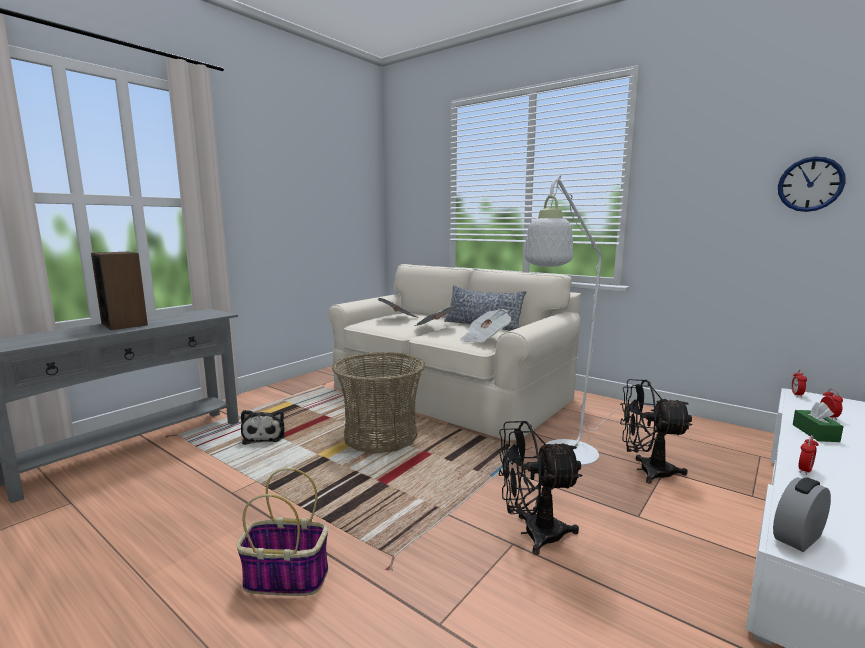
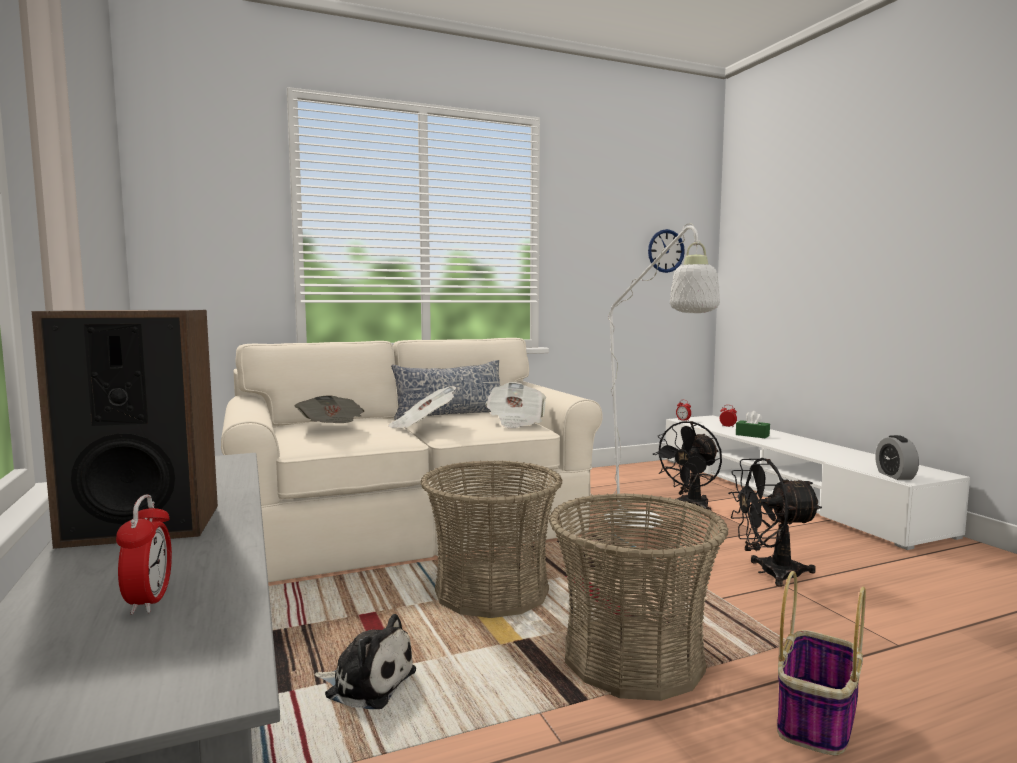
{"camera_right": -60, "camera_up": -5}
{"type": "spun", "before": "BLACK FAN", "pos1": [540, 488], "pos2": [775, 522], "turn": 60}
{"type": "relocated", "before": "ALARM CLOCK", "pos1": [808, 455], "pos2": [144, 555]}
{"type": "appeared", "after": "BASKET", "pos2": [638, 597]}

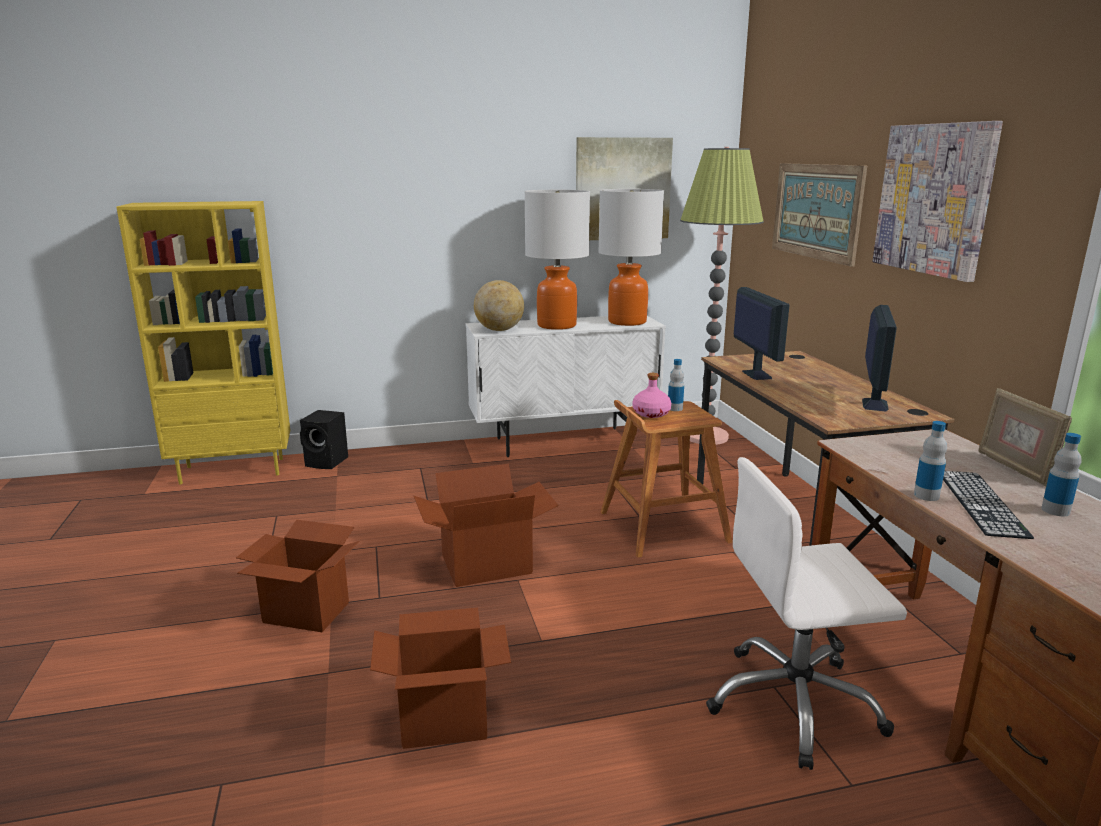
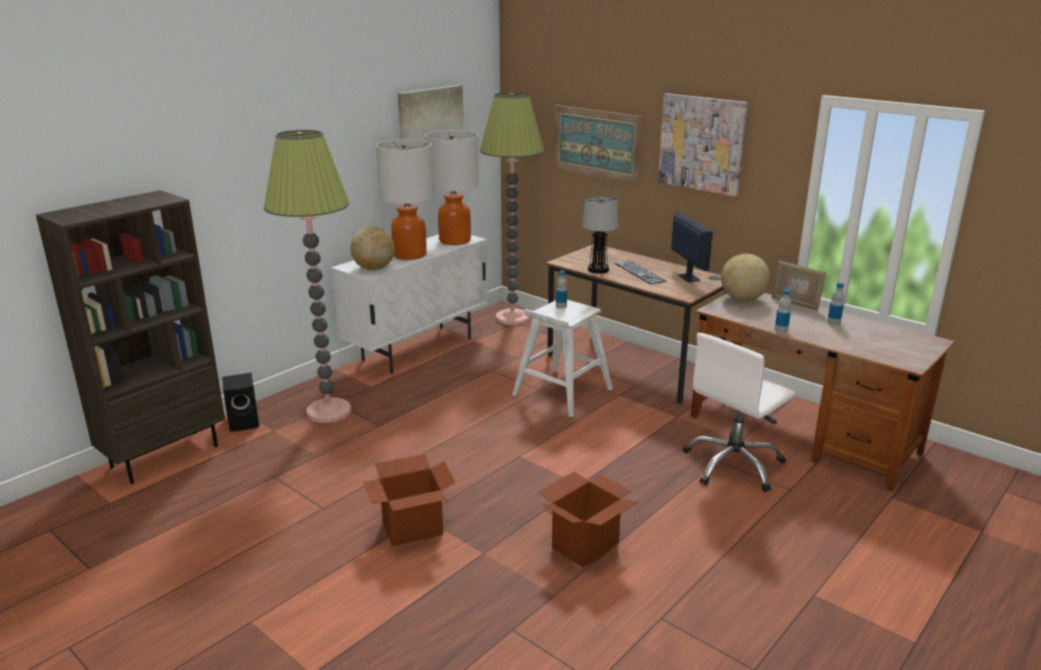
{"camera_right": -35, "camera_up": 5}
{"type": "colour", "before": "YELLOW BOOKCASE", "after": "BROWN BOOKCASE", "pos1": [203, 342], "pos2": [130, 337]}
{"type": "exchanged", "before": "MONITOR", "after": "TABLE LAMP", "pos1": [761, 333], "pos2": [600, 234]}
{"type": "missing", "before": "PINK BOTTLE", "pos1": [652, 395]}
{"type": "colour", "before": "BROWN STOOL", "after": "WHITE STOOL", "pos1": [666, 479], "pos2": [562, 358]}
{"type": "missing", "before": "CARDBOARD BOX", "pos1": [486, 525]}
{"type": "relocated", "before": "KEYBOARD", "pos1": [988, 505], "pos2": [641, 272]}
{"type": "appeared", "after": "FLOOR LAMP", "pos2": [307, 276]}
{"type": "appeared", "after": "GLOBE", "pos2": [745, 277]}

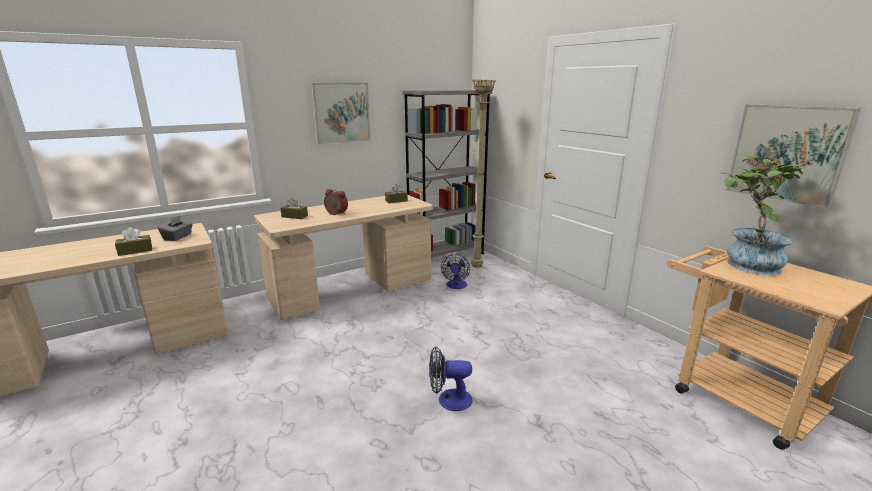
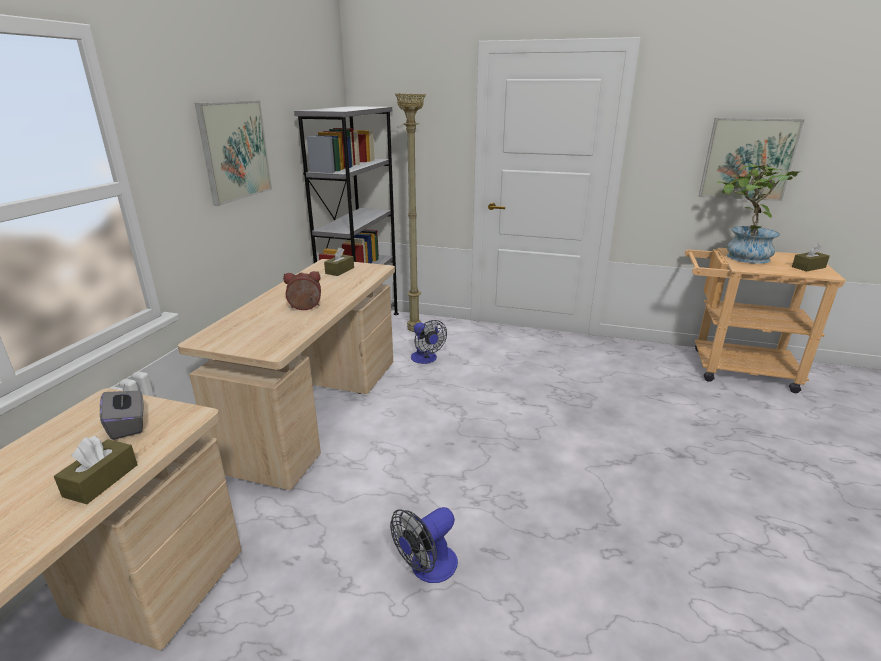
{"camera_right": -40, "camera_up": 5}
{"type": "relocated", "before": "BROWN TISSUE BOX", "pos1": [294, 208], "pos2": [811, 257]}
{"type": "relocated", "before": "FAN", "pos1": [451, 378], "pos2": [424, 545]}

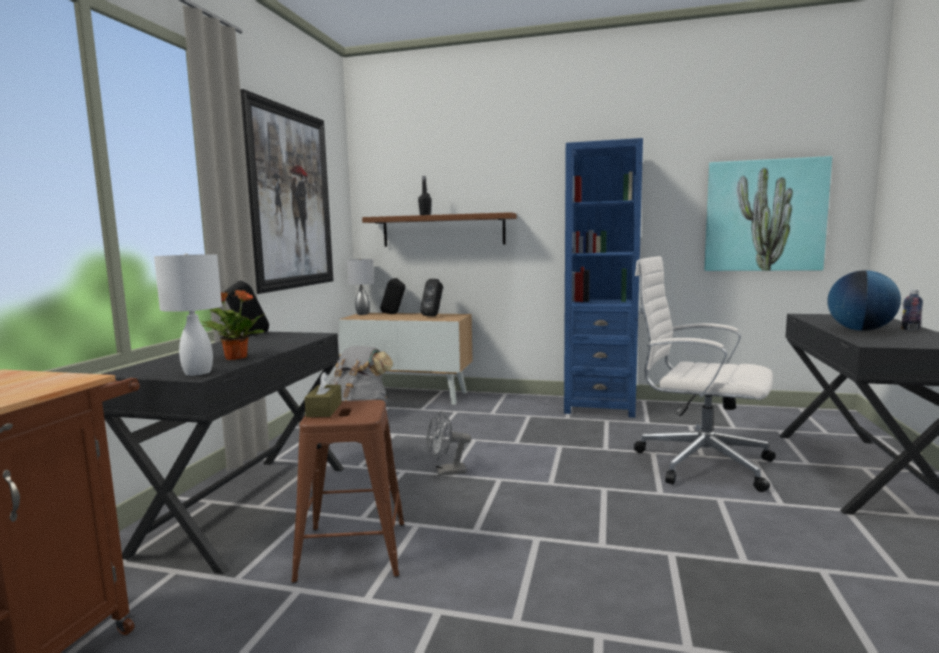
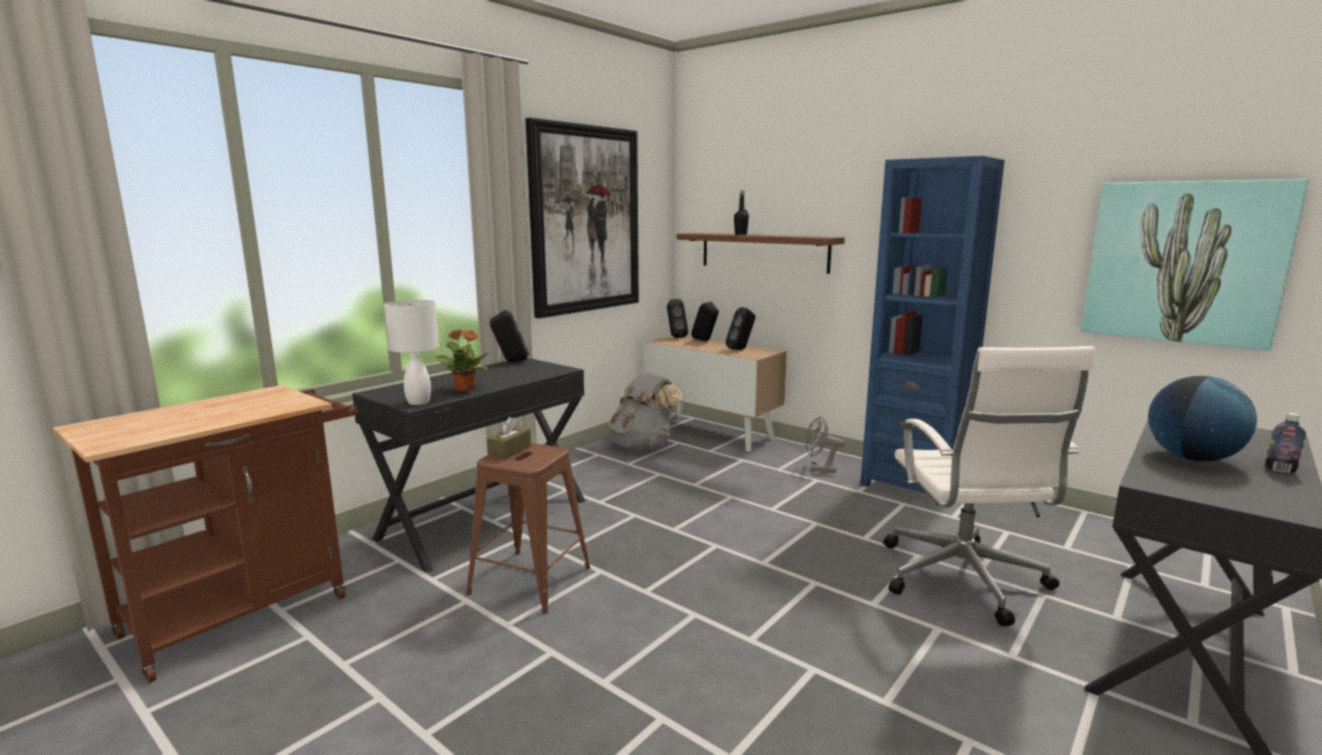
{"camera_right": 25, "camera_up": 5}
{"type": "spun", "before": "WHITE OFFICE CHAIR", "pos1": [704, 374], "pos2": [989, 486], "turn": -150}
{"type": "exchanged", "before": "GREY TABLE LAMP", "after": "BLACK SPEAKER", "pos1": [360, 287], "pos2": [677, 318]}
{"type": "relocated", "before": "GREY FAN", "pos1": [448, 443], "pos2": [825, 444]}

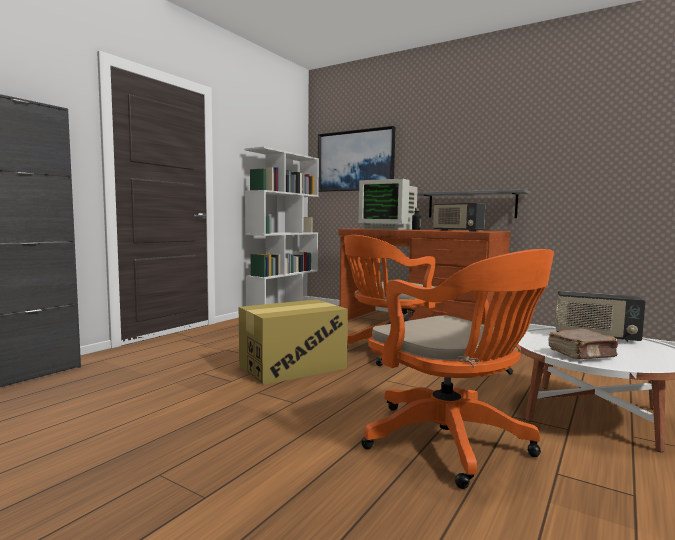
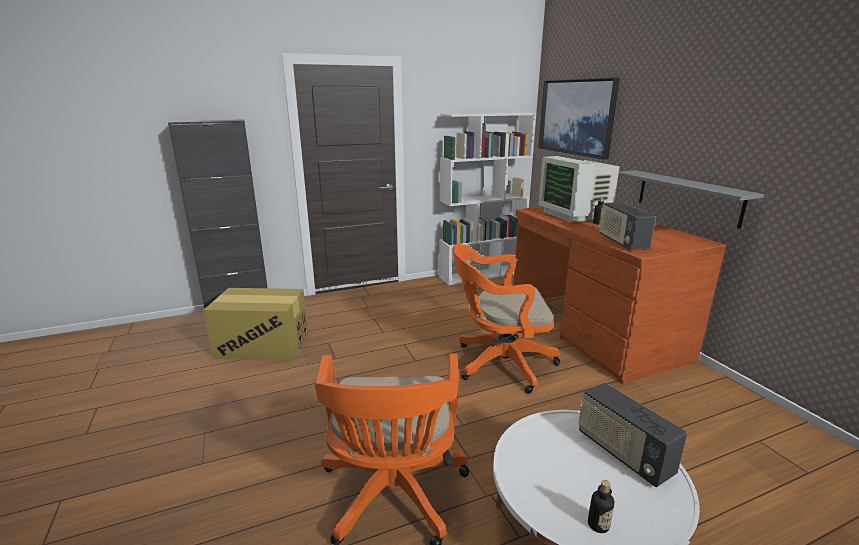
{"camera_right": 35, "camera_up": 15}
{"type": "relocated", "before": "CARDBOARD BOX", "pos1": [293, 342], "pos2": [255, 324]}
{"type": "missing", "before": "BROWN BOOK", "pos1": [583, 344]}
{"type": "appeared", "after": "BOTTLE", "pos2": [601, 506]}

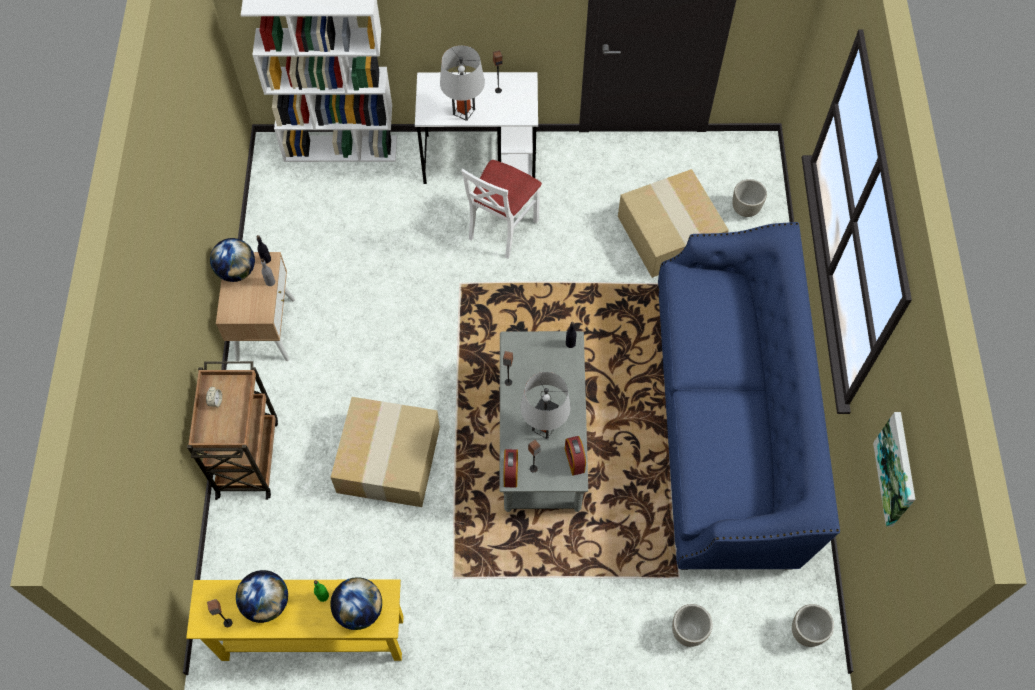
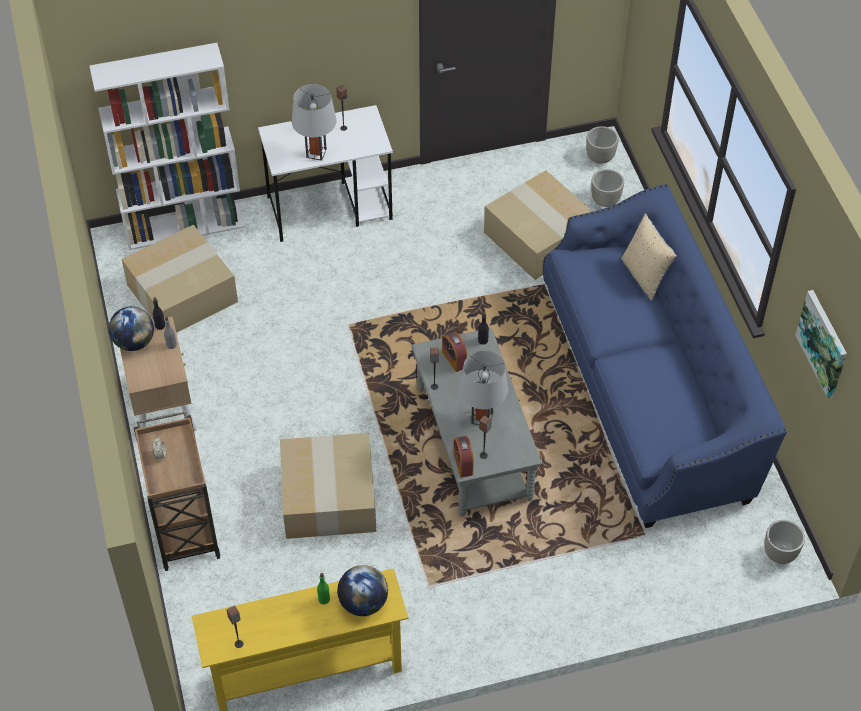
{"camera_right": -15, "camera_up": -10}
{"type": "missing", "before": "WHITE CHAIR", "pos1": [501, 209]}
{"type": "relocated", "before": "ALARM CLOCK", "pos1": [575, 456], "pos2": [454, 352]}
{"type": "missing", "before": "GLOBE", "pos1": [262, 596]}
{"type": "relocated", "before": "GREY PLANTER", "pos1": [692, 625], "pos2": [602, 145]}
{"type": "appeared", "after": "BEIGE PILLOW", "pos2": [649, 257]}
{"type": "appeared", "after": "CARDBOARD BOX", "pos2": [179, 279]}

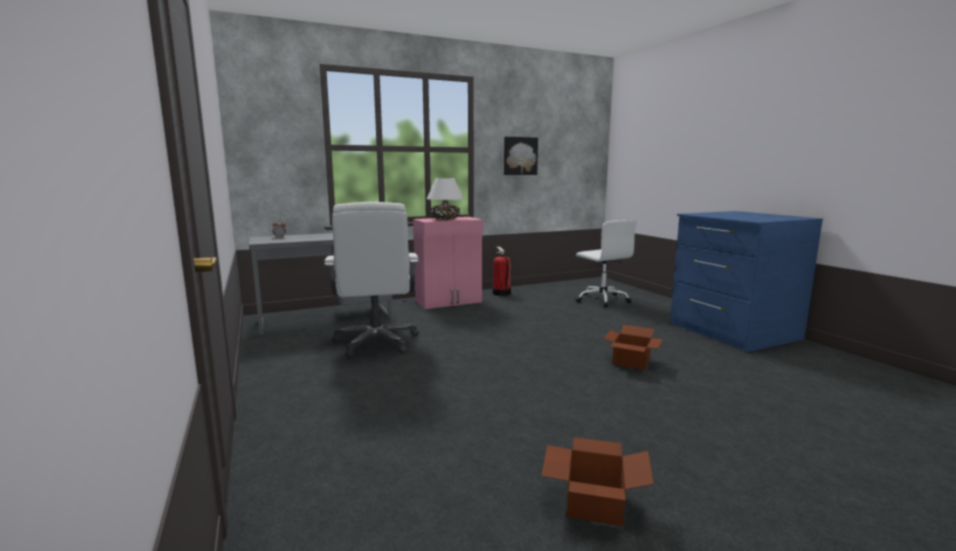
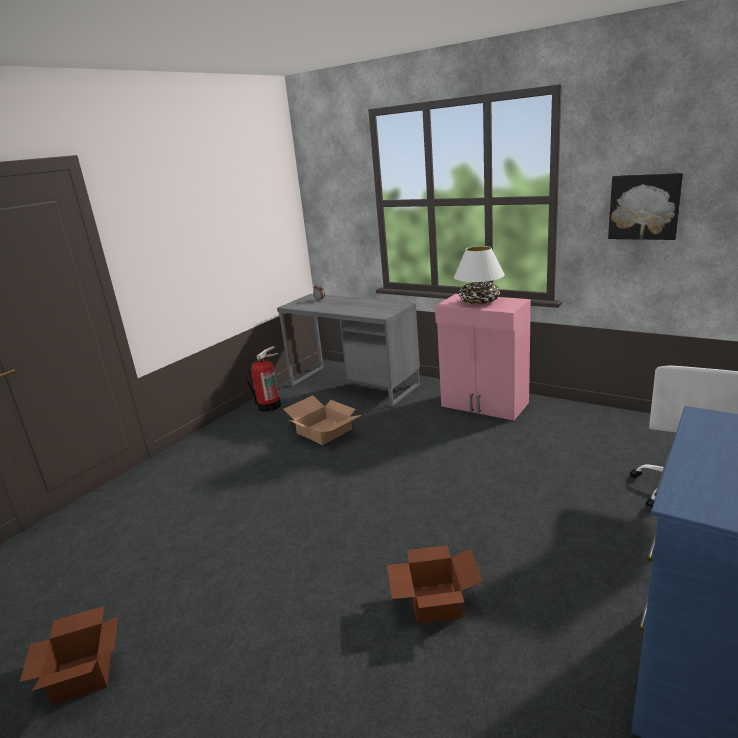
{"camera_right": 60, "camera_up": 10}
{"type": "exchanged", "before": "WHITE OFFICE CHAIR", "after": "CARDBOARD BOX", "pos1": [371, 279], "pos2": [322, 420]}
{"type": "relocated", "before": "FIRE EXTINGUISHER", "pos1": [502, 271], "pos2": [263, 379]}

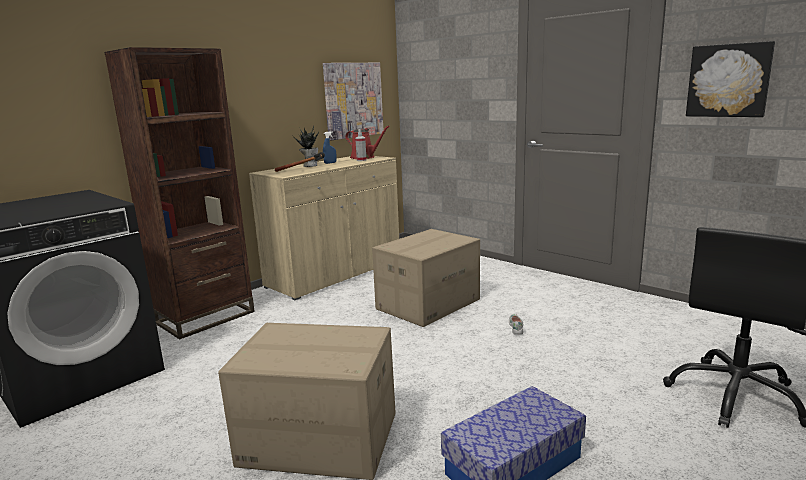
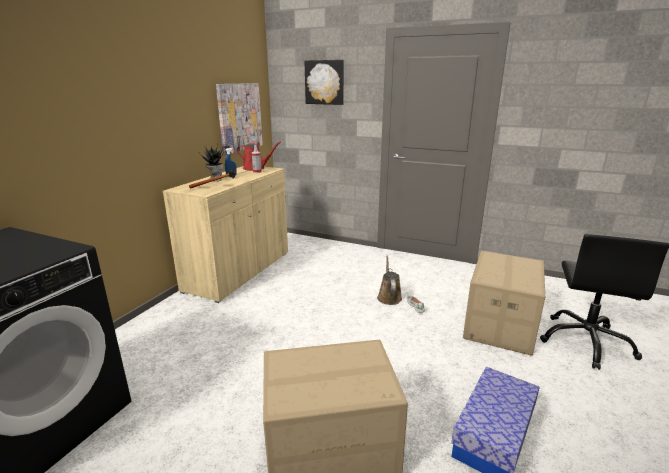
{"camera_right": -20, "camera_up": 5}
{"type": "relocated", "before": "PICTURE", "pos1": [730, 79], "pos2": [324, 82]}
{"type": "missing", "before": "BROWN BOOKCASE", "pos1": [180, 193]}
{"type": "relocated", "before": "CARDBOARD BOX", "pos1": [426, 278], "pos2": [504, 303]}
{"type": "appeared", "after": "BROWN WATERING CAN", "pos2": [389, 280]}

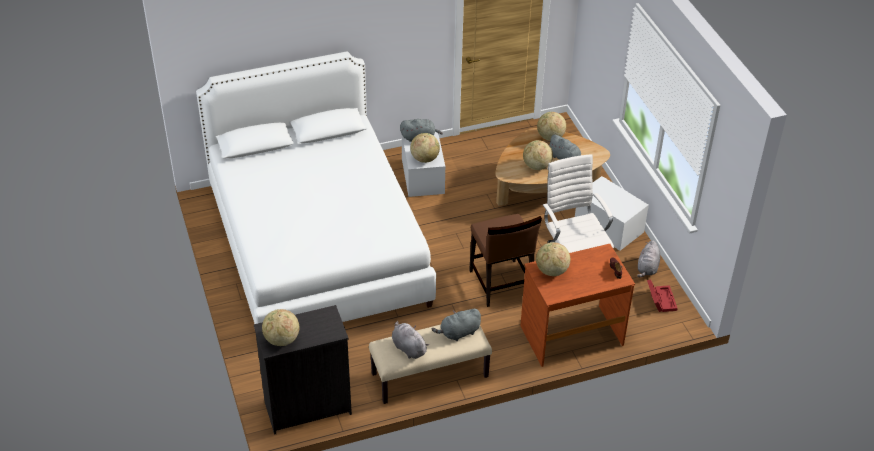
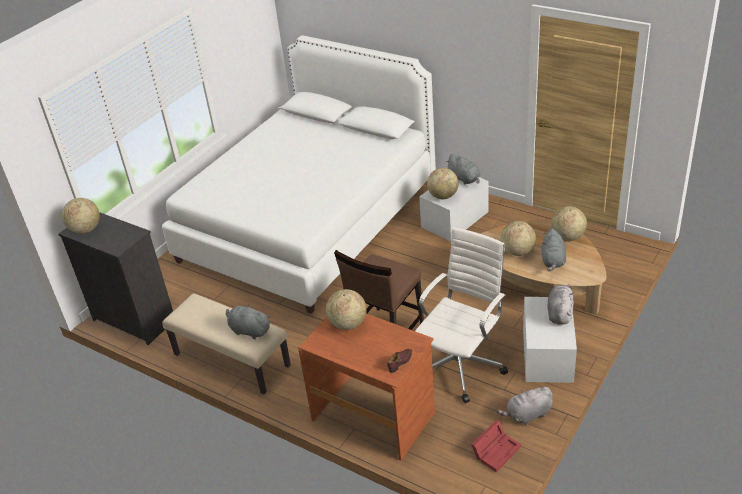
{"camera_right": 55, "camera_up": -5}
{"type": "relocated", "before": "GREY PLUSH TOY", "pos1": [410, 340], "pos2": [560, 305]}

